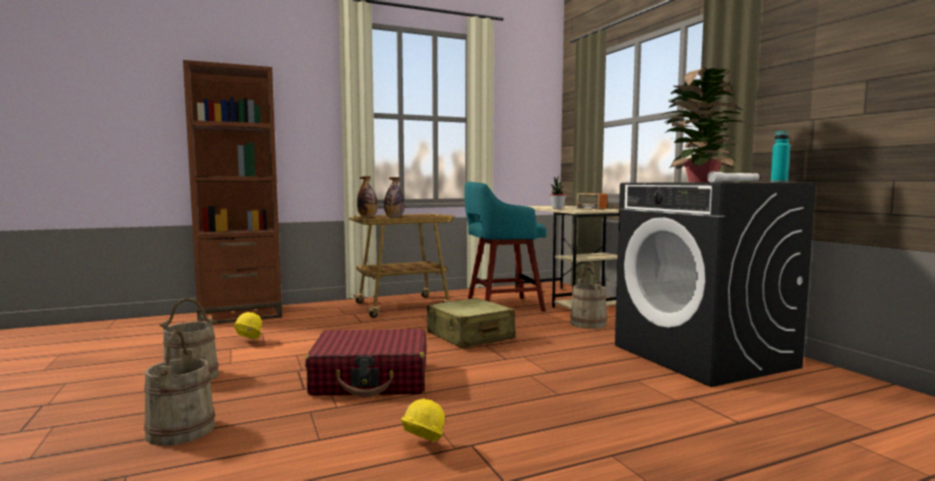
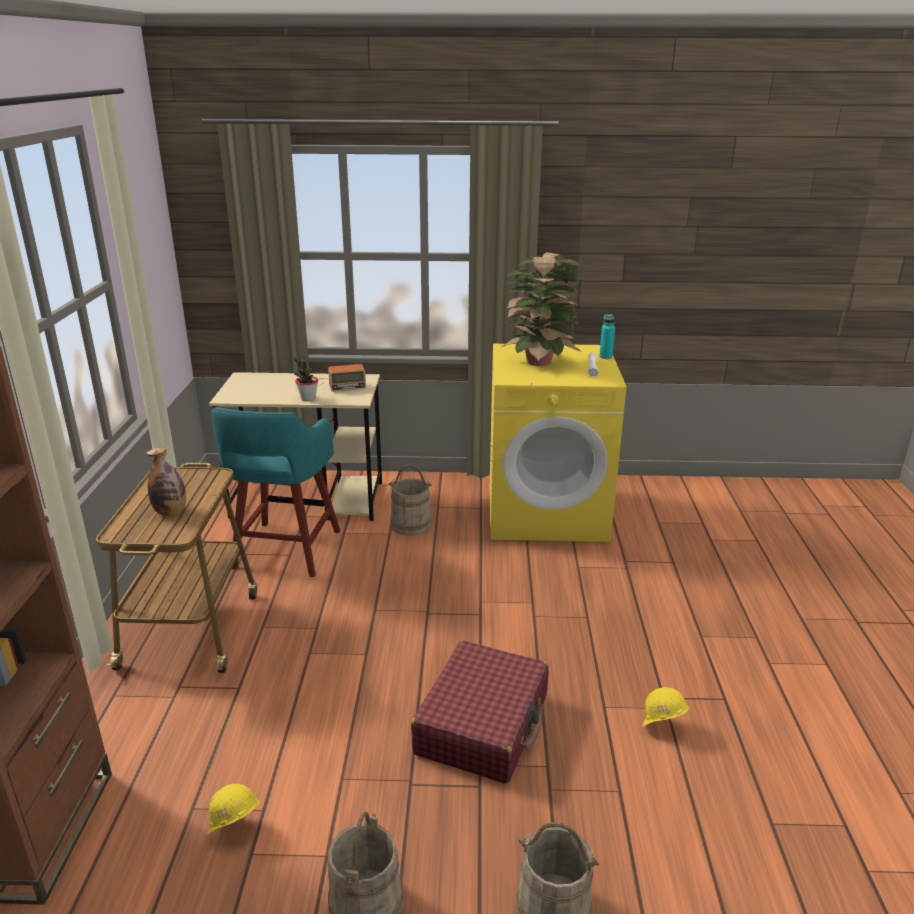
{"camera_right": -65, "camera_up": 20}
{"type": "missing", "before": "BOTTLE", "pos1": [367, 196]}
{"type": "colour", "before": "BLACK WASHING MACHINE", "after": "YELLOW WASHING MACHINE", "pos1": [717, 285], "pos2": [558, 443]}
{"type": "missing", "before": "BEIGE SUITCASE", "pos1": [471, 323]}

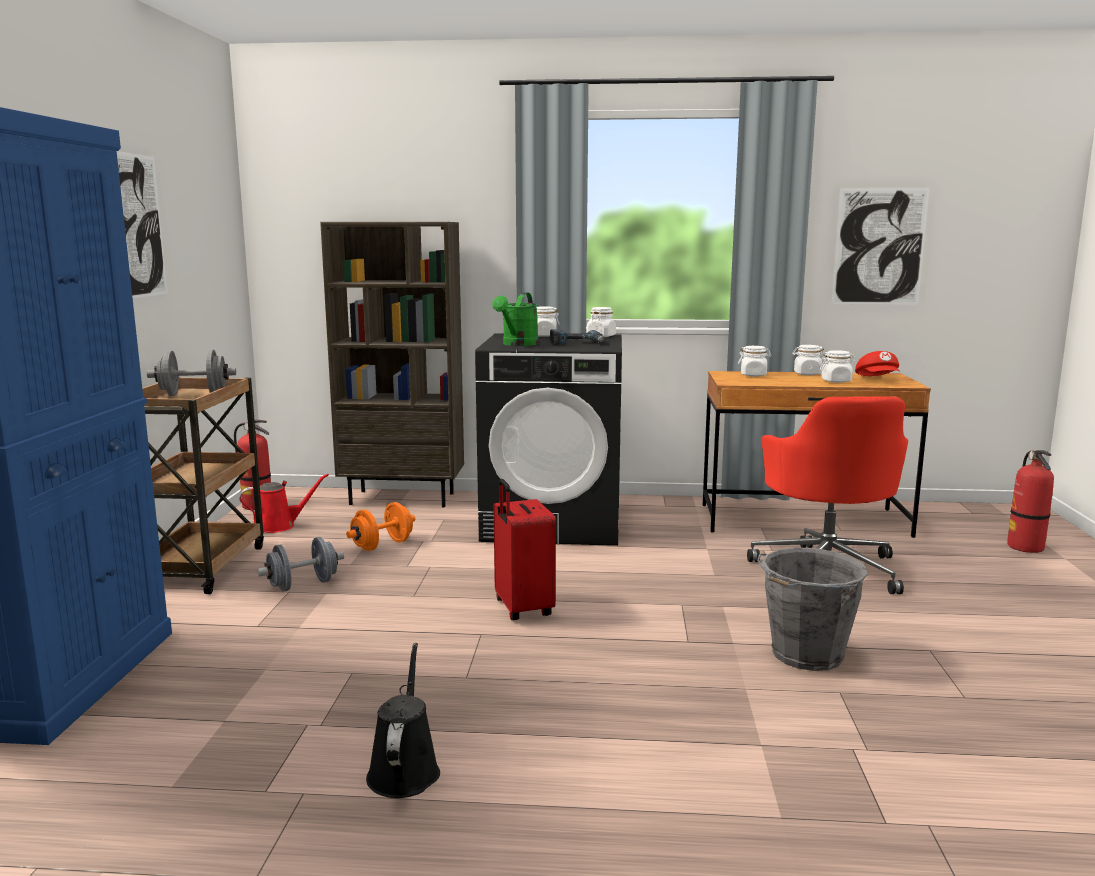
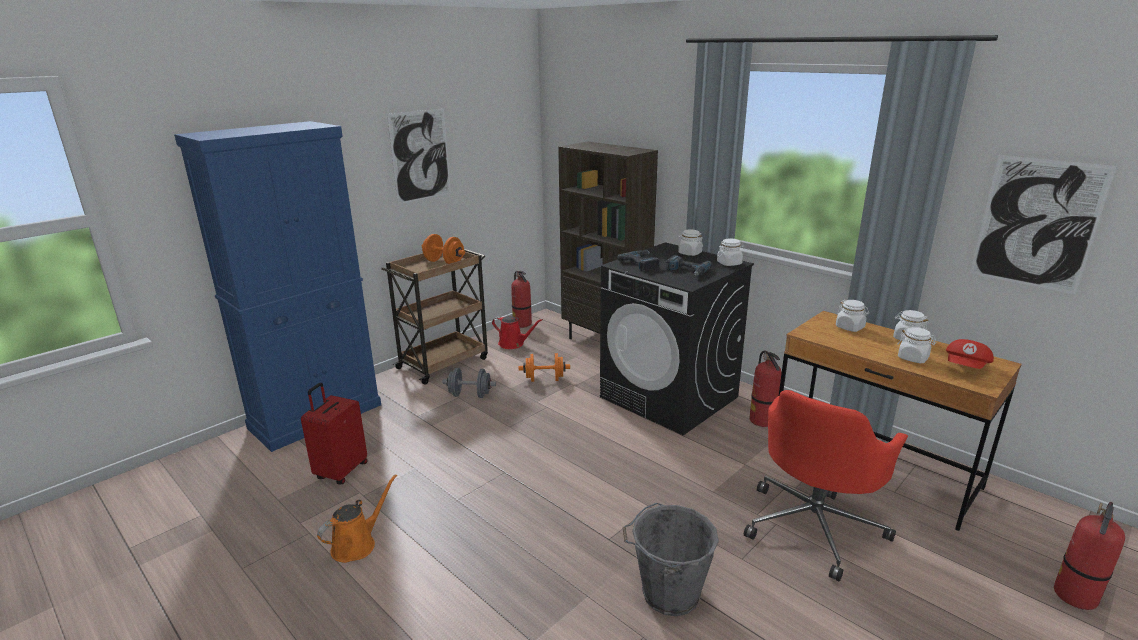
{"camera_right": 40, "camera_up": 10}
{"type": "exchanged", "before": "GREEN WATERING CAN", "after": "POWER DRILL", "pos1": [515, 319], "pos2": [638, 260]}
{"type": "colour", "before": "GREY DUMBBELL", "after": "ORANGE DUMBBELL", "pos1": [191, 373], "pos2": [443, 249]}
{"type": "relocated", "before": "RED SUITCASE", "pos1": [525, 549], "pos2": [334, 433]}
{"type": "colour", "before": "BLACK WATERING CAN", "after": "ORANGE WATERING CAN", "pos1": [403, 720], "pos2": [357, 518]}
{"type": "appeared", "after": "FIRE EXTINGUISHER", "pos2": [765, 388]}

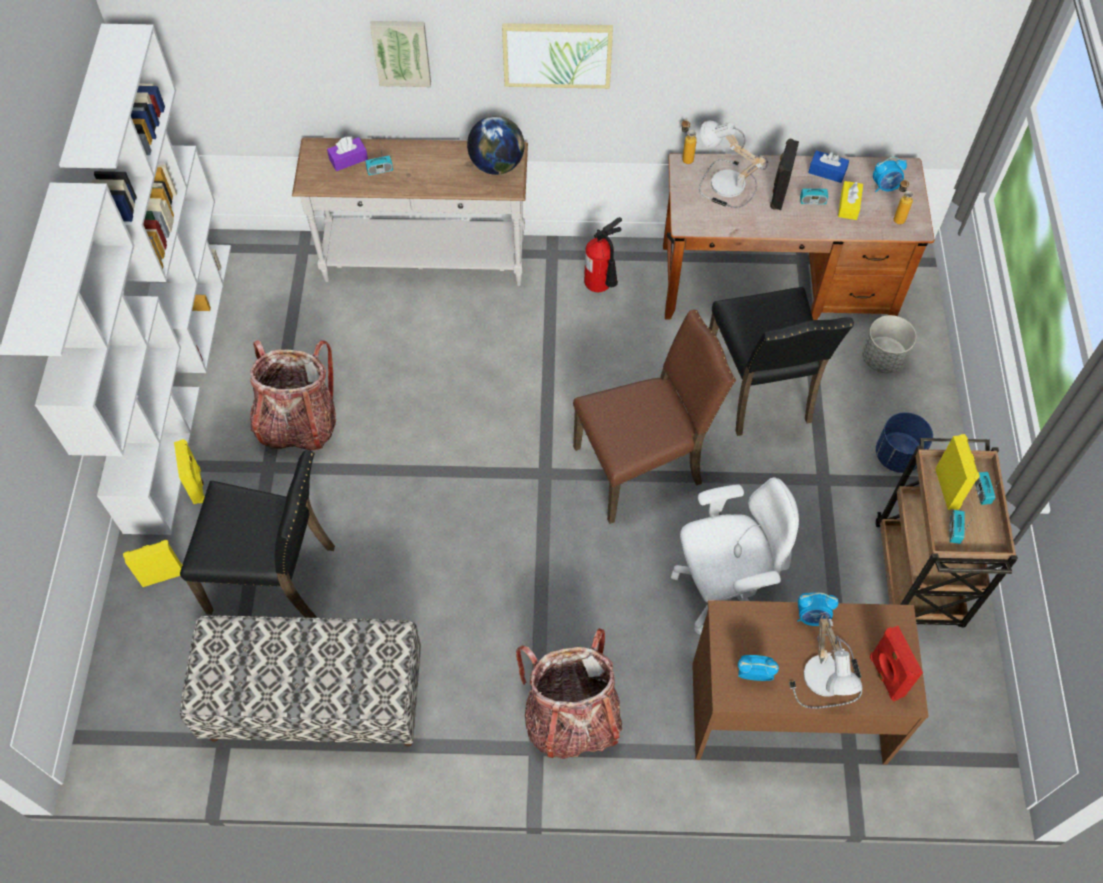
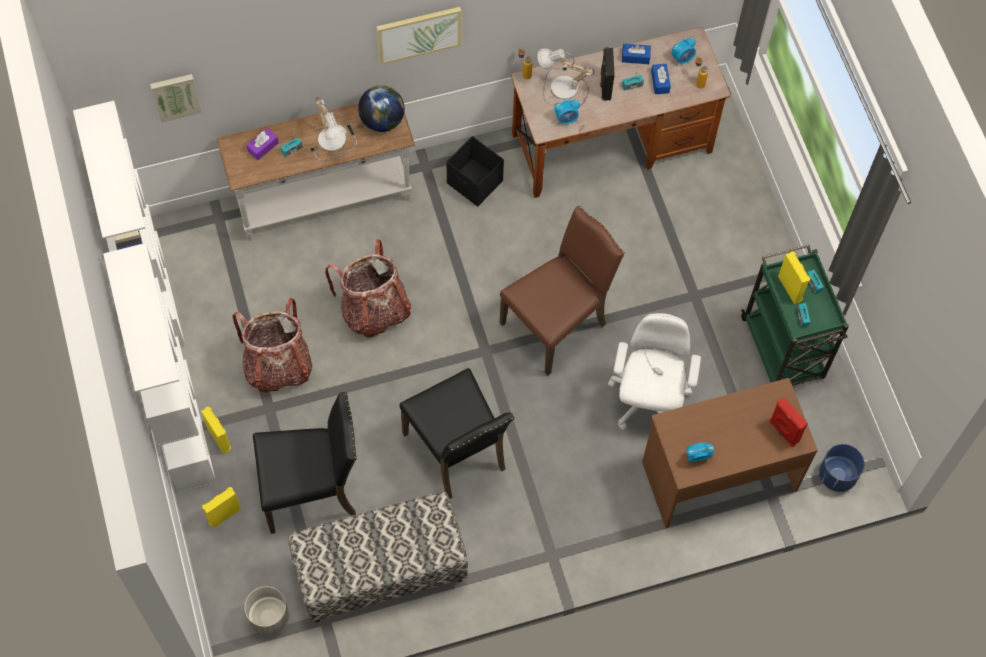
{"camera_right": -20, "camera_up": 5}
{"type": "relocated", "before": "PICTURE", "pos1": [400, 54], "pos2": [176, 98]}
{"type": "colour", "before": "YELLOW TISSUE BOX", "after": "BLUE TISSUE BOX", "pos1": [850, 200], "pos2": [661, 79]}
{"type": "exchanged", "before": "FIRE EXTINGUISHER", "after": "BLACK STORAGE BOX", "pos1": [603, 254], "pos2": [475, 171]}
{"type": "relocated", "before": "BLACK CHAIR", "pos1": [781, 361], "pos2": [457, 433]}
{"type": "relocated", "before": "GREY PLANTER", "pos1": [889, 344], "pos2": [267, 610]}
{"type": "relocated", "before": "BLUE PLANTER", "pos1": [904, 442], "pos2": [841, 468]}
{"type": "colour", "before": "BROWN CART", "after": "GREEN CART", "pos1": [946, 532], "pos2": [795, 315]}
{"type": "spun", "before": "WHITE OFFICE CHAIR", "pos1": [735, 556], "pos2": [654, 371], "turn": -45}
{"type": "relocated", "before": "ALARM CLOCK", "pos1": [817, 609], "pos2": [567, 111]}
{"type": "relocated", "before": "TABLE LAMP", "pos1": [825, 661], "pos2": [333, 129]}
{"type": "relocated", "before": "BACKPACK", "pos1": [569, 693], "pos2": [368, 288]}

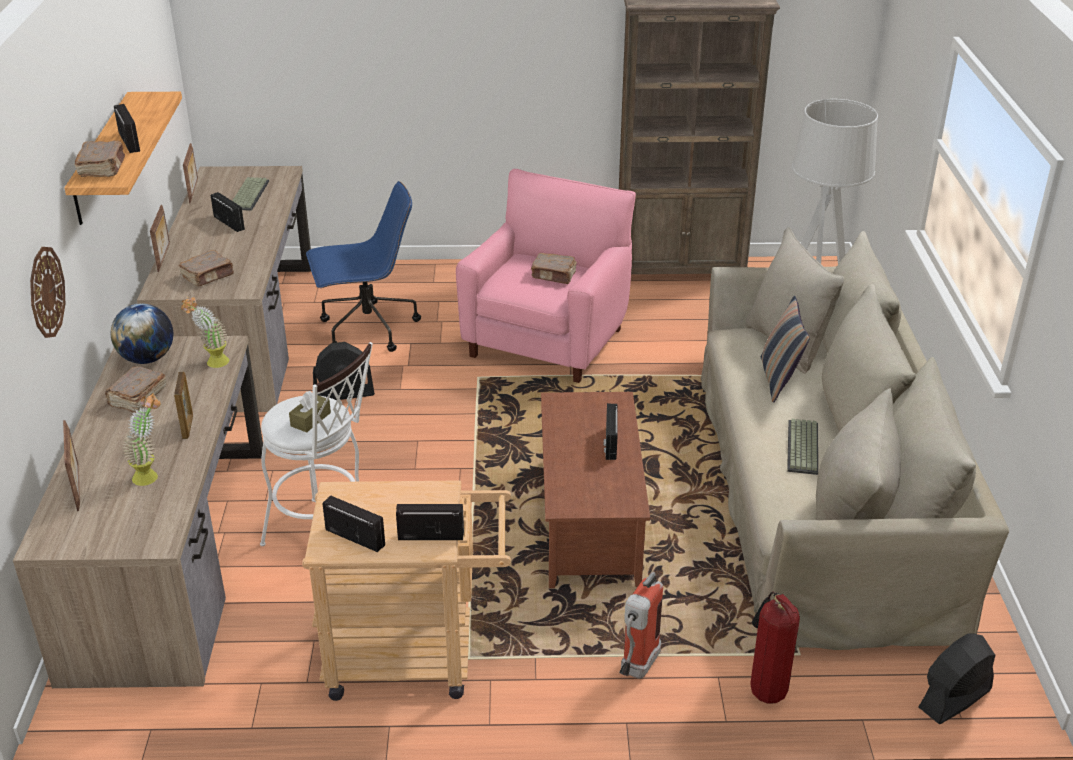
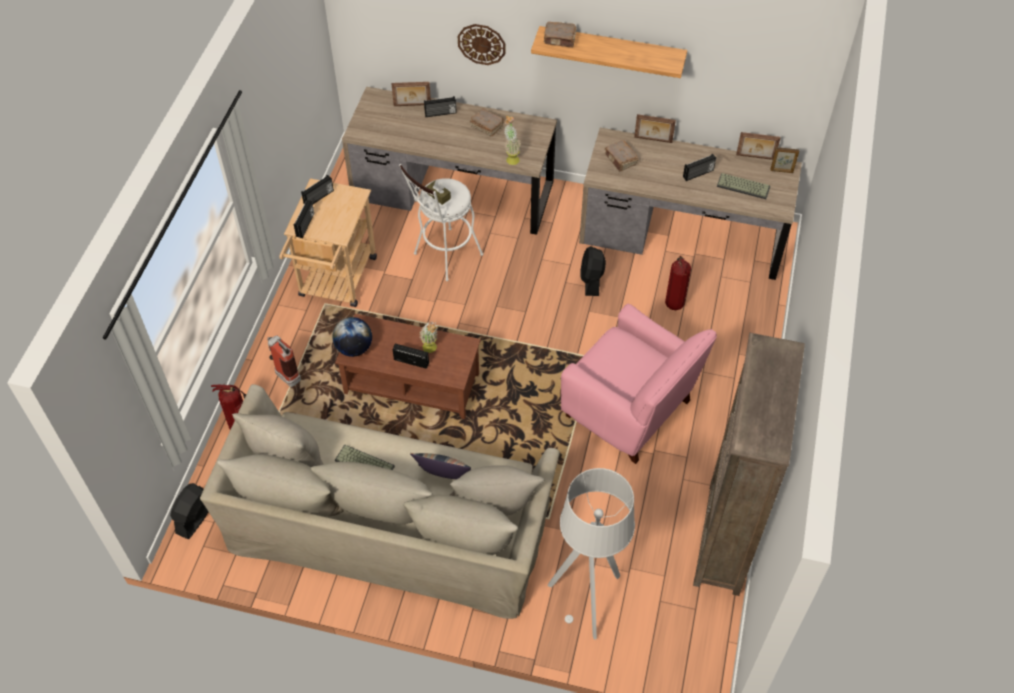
{"camera_right": 105, "camera_up": 20}
{"type": "relocated", "before": "RADIO", "pos1": [127, 128], "pos2": [440, 106]}
{"type": "exchanged", "before": "BLUE OFFICE CHAIR", "after": "FIRE EXTINGUISHER", "pos1": [363, 266], "pos2": [678, 283]}
{"type": "missing", "before": "BROWN BOOK", "pos1": [554, 268]}
{"type": "relocated", "before": "GLOBE", "pos1": [141, 334], "pos2": [352, 337]}
{"type": "relocated", "before": "PICTURE FRAME", "pos1": [183, 405], "pos2": [784, 160]}
{"type": "relocated", "before": "POTTED PLANT", "pos1": [141, 439], "pos2": [429, 337]}
{"type": "spun", "before": "BLACK FAN", "pos1": [957, 678], "pos2": [189, 511], "turn": -135}

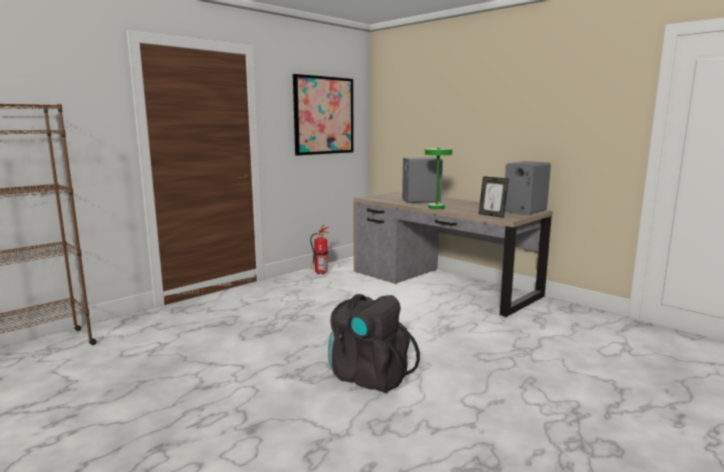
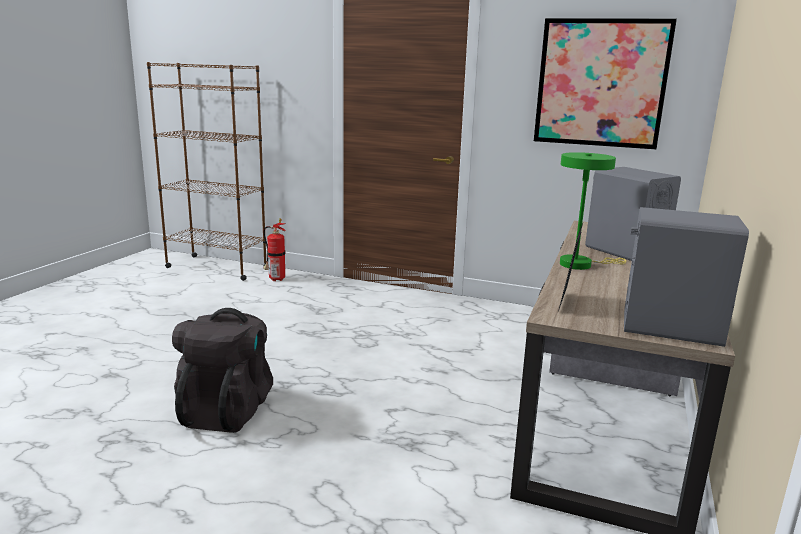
{"camera_right": 65, "camera_up": 5}
{"type": "relocated", "before": "FIRE EXTINGUISHER", "pos1": [319, 249], "pos2": [274, 249]}

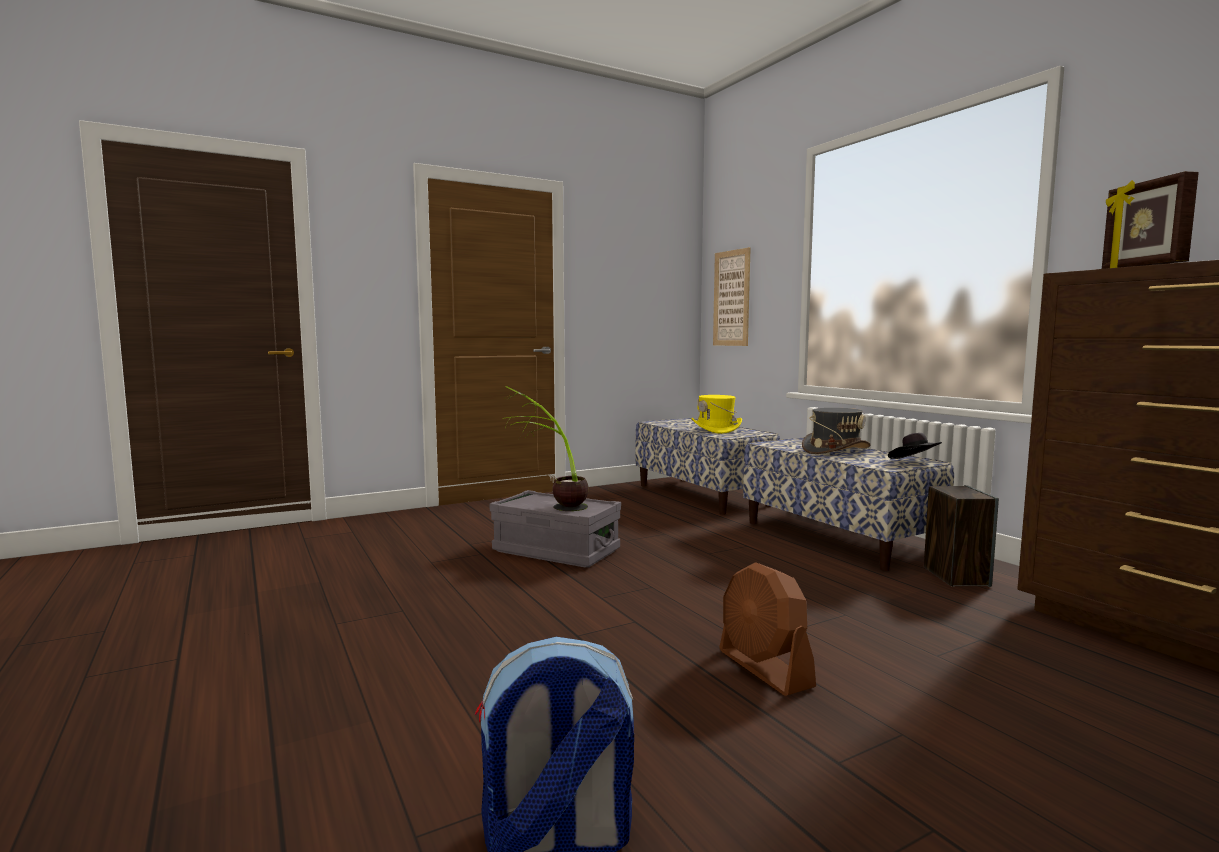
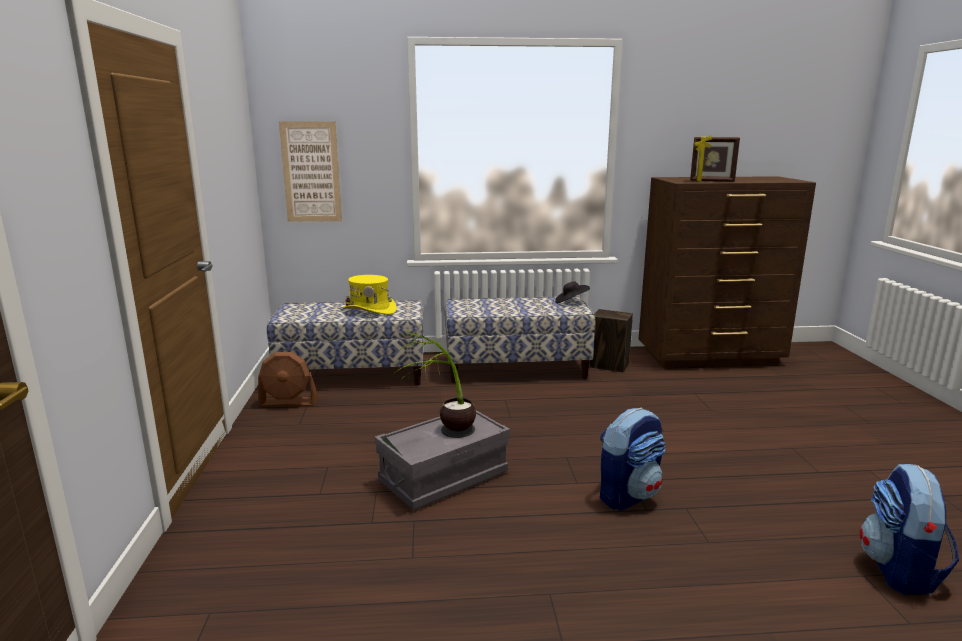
{"camera_right": -65, "camera_up": 10}
{"type": "missing", "before": "GREY HAT", "pos1": [836, 431]}
{"type": "relocated", "before": "BROWN FAN", "pos1": [767, 629], "pos2": [288, 379]}
{"type": "appeared", "after": "BACKPACK", "pos2": [633, 459]}

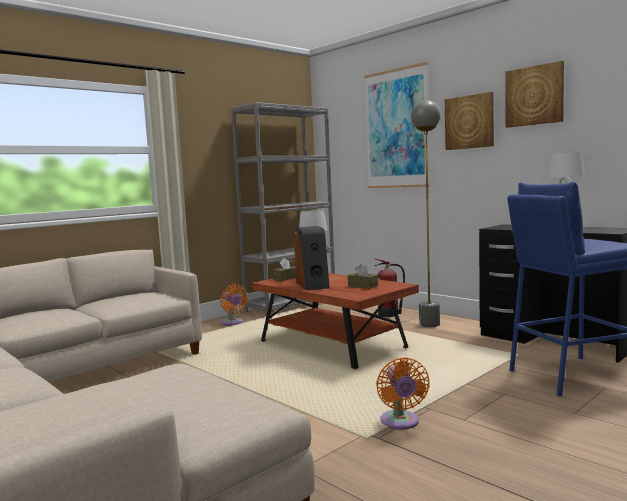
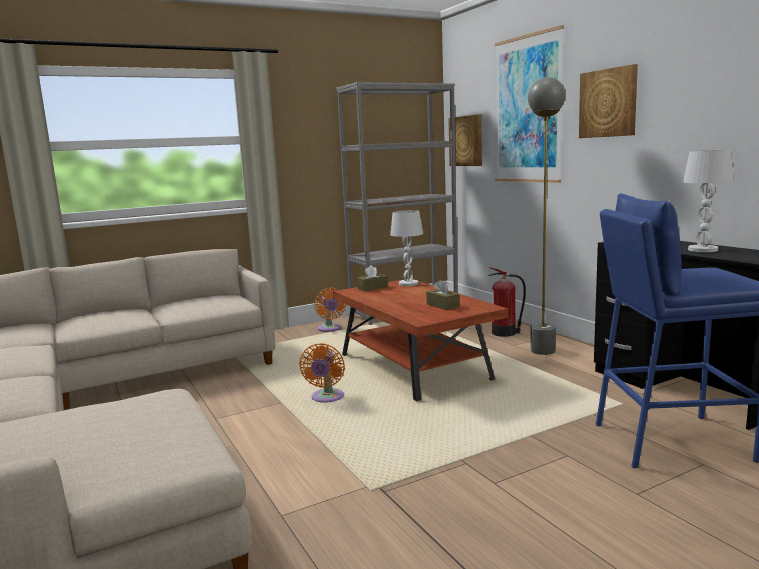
{"camera_right": 15, "camera_up": 5}
{"type": "relocated", "before": "PICTURE", "pos1": [534, 94], "pos2": [465, 140]}
{"type": "missing", "before": "SPEAKER", "pos1": [312, 258]}
{"type": "relocated", "before": "ORANGE FAN", "pos1": [403, 393], "pos2": [322, 373]}

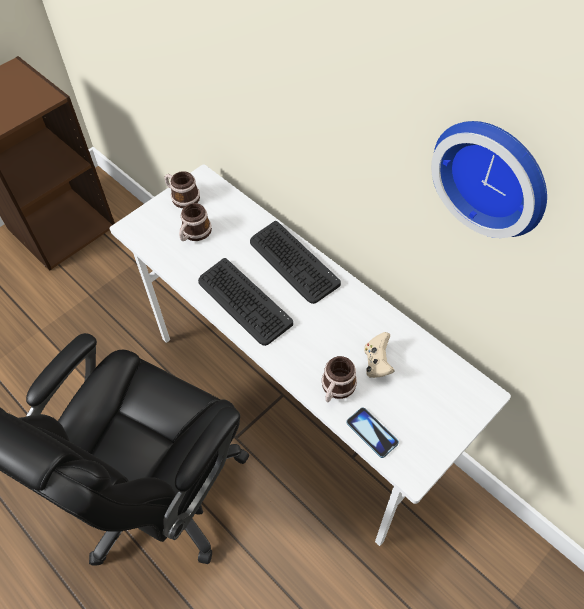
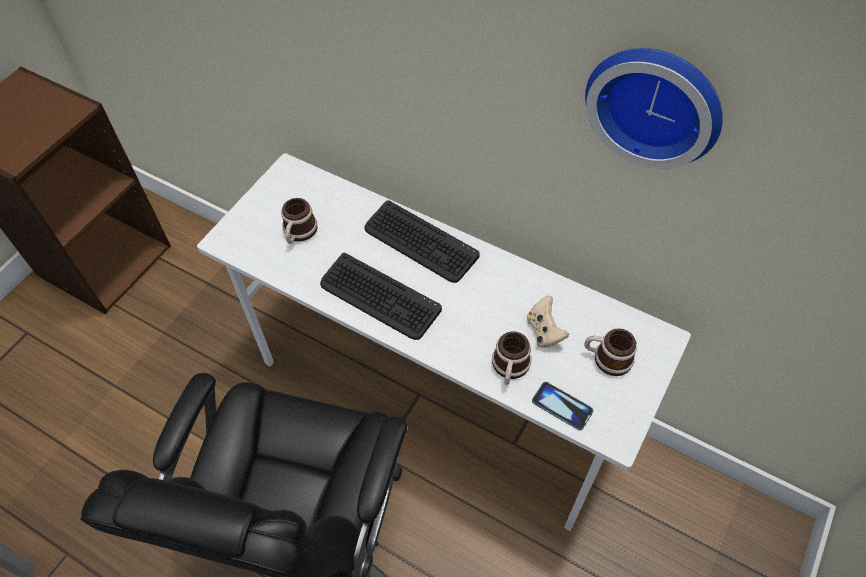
{"camera_right": -15, "camera_up": 0}
{"type": "relocated", "before": "MUG", "pos1": [182, 189], "pos2": [610, 352]}

